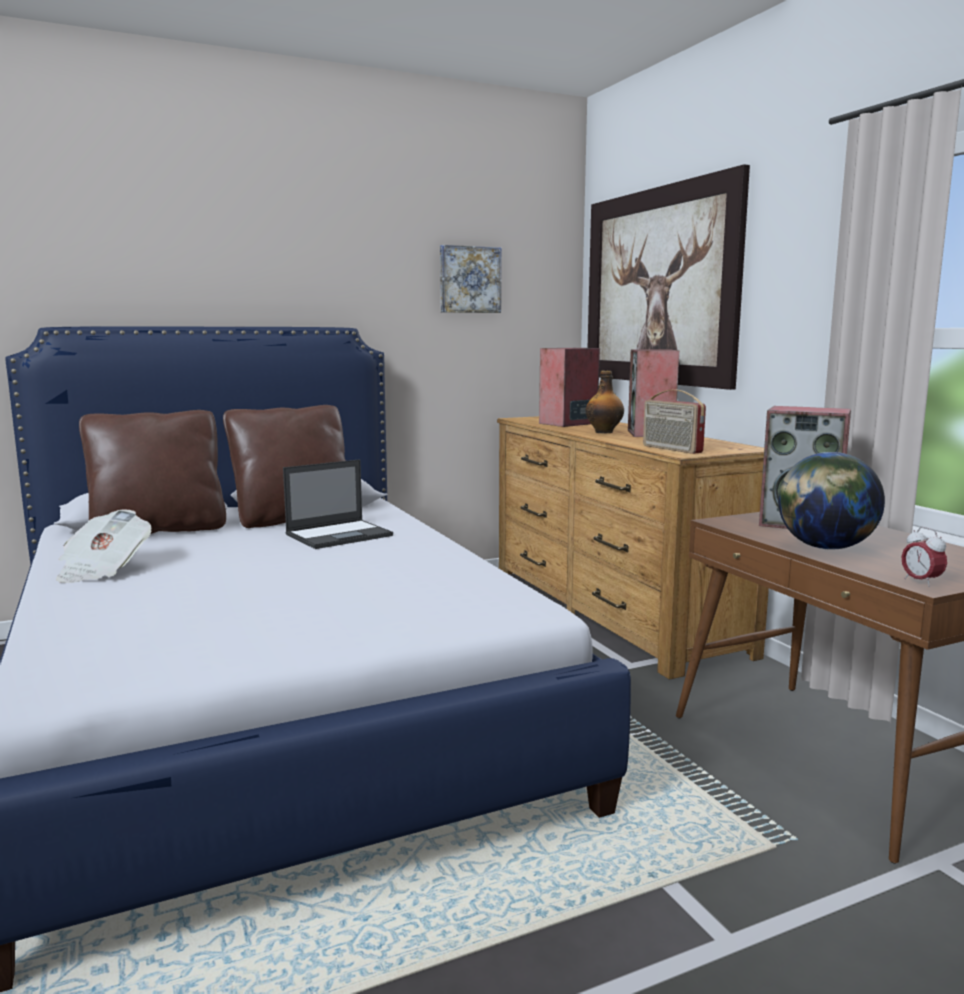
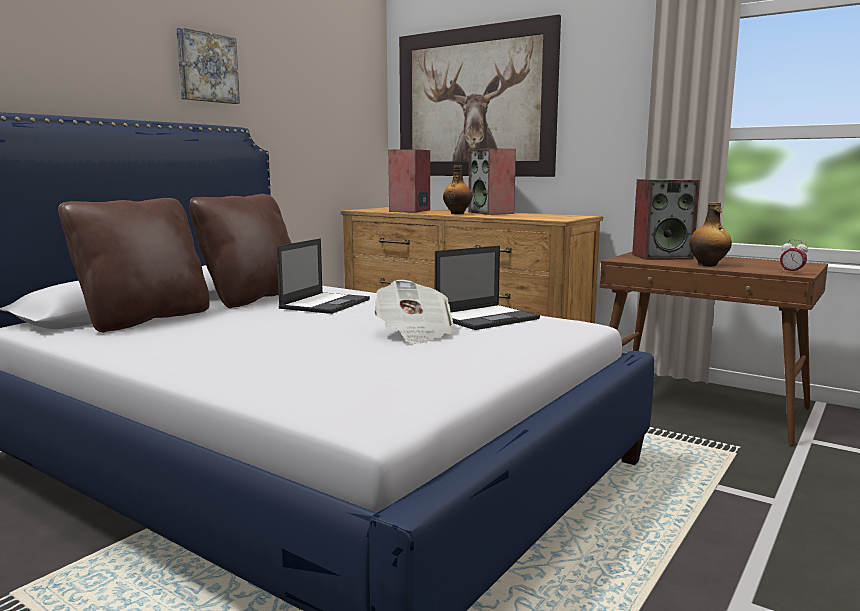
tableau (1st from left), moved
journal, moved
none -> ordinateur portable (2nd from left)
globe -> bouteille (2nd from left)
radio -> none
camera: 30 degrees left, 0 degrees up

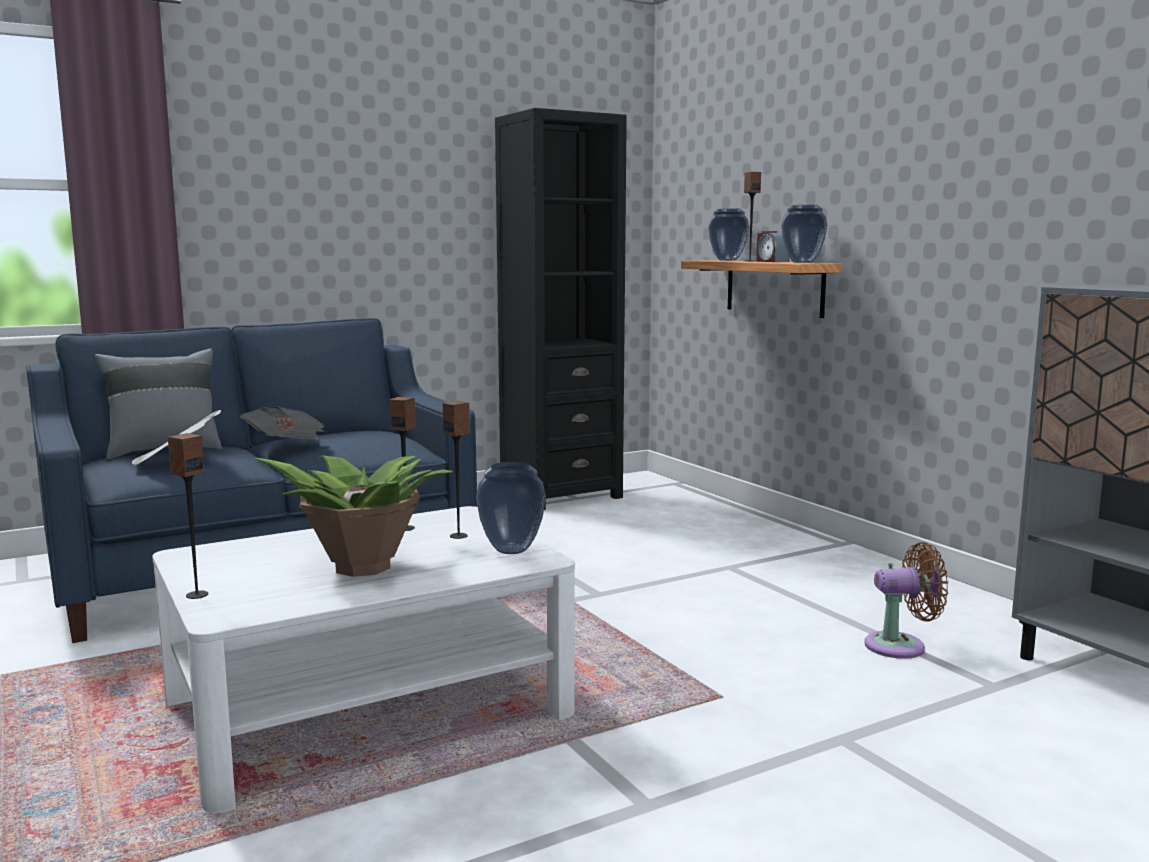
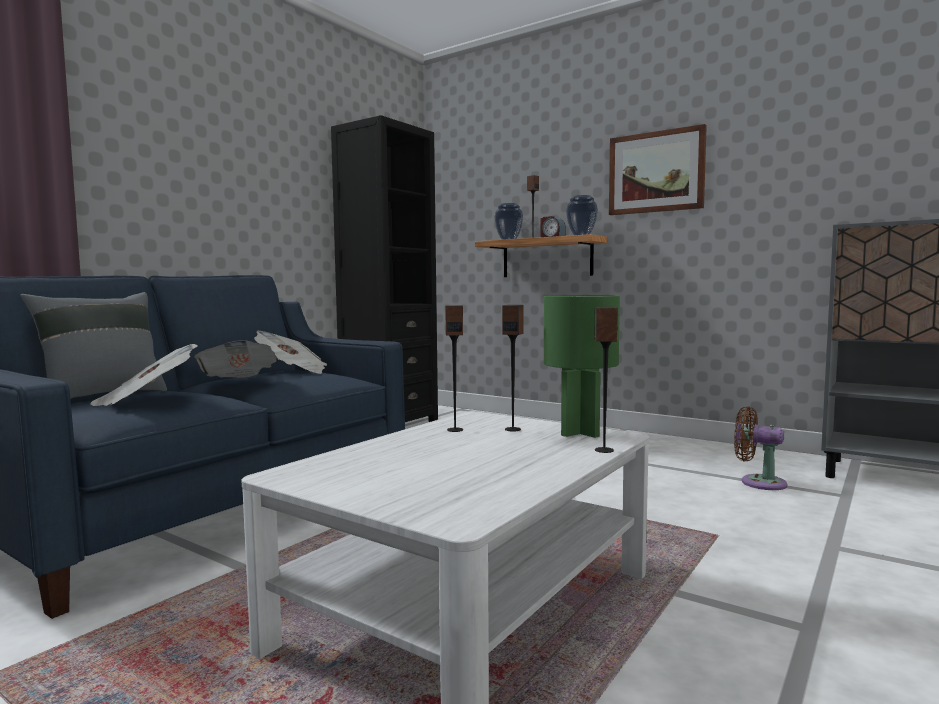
none -> journal (3rd from left)
vase (1st from left) -> lampe de table (vert)
enceinte (1st from left in the first image) -> enceinte (4th from left), moved
none -> tableau
ventilateur (marron), 120 degrees counterclockwise
plante en pot -> none
camera: 25 degrees left, 5 degrees down

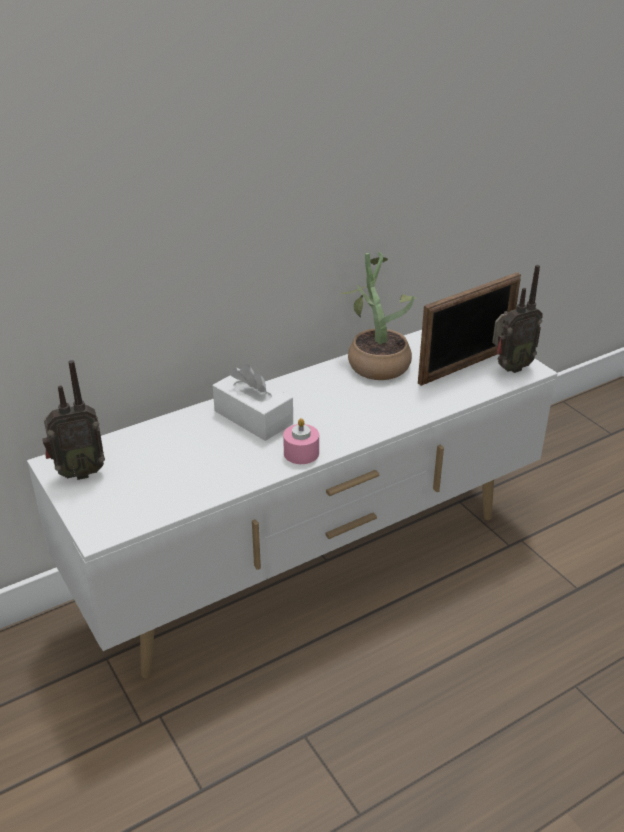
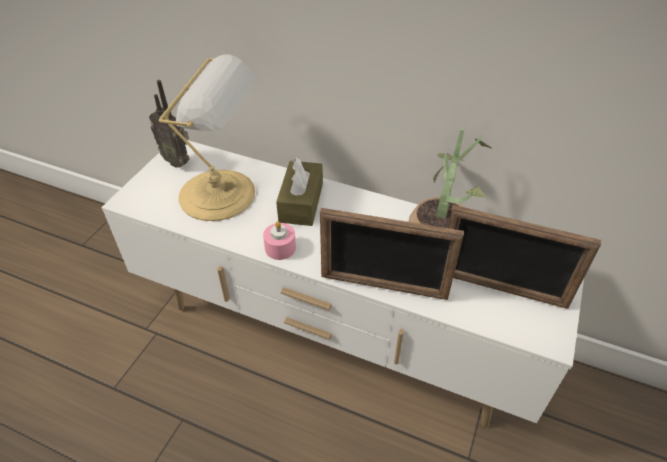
none -> lampe de table
boîte à mouchoirs (blanc) -> boîte à mouchoirs (marron)
none -> cadre photo (1st from left)
radio (2nd from left) -> none
camera: 55 degrees right, 10 degrees up

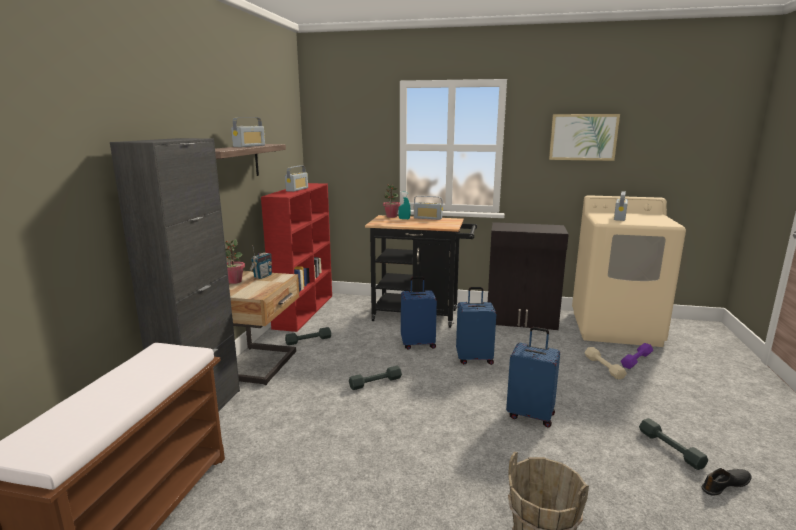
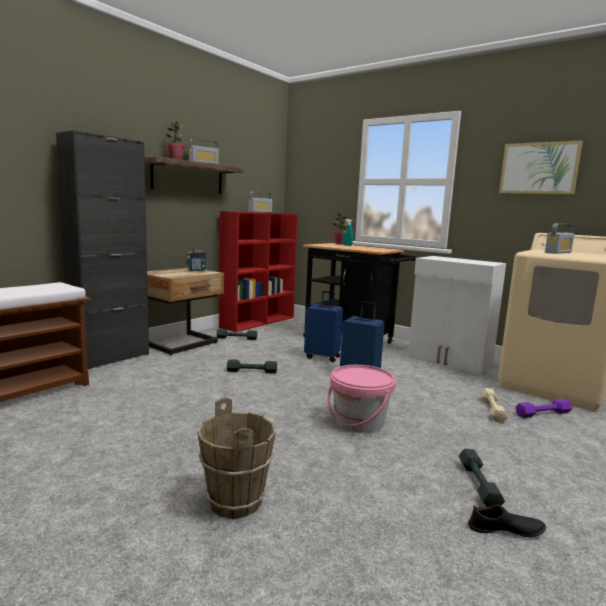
plante en pot (1st from left), moved
valise (bleu) (3rd from left) -> seau (rose)
meuble de rangement (noir) (2nd from left) -> meuble de rangement (blanc)
radio (4th from left) -> none
camera: 25 degrees right, 5 degrees down

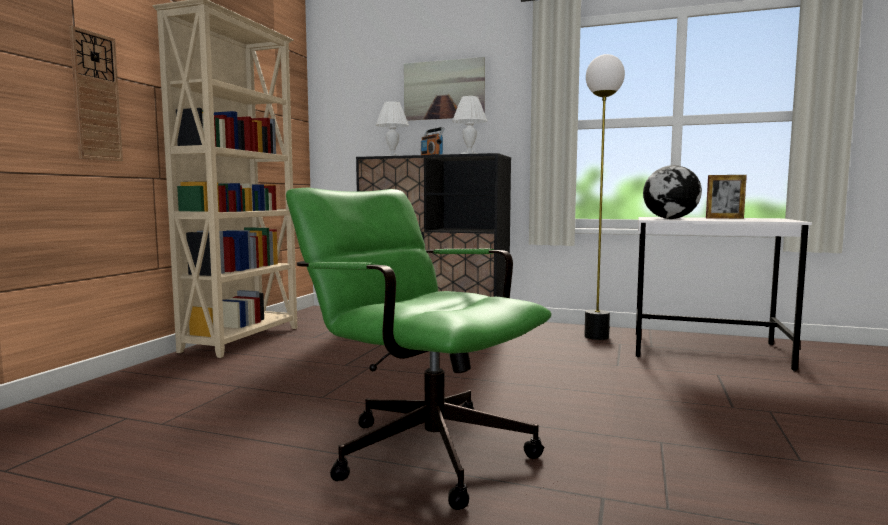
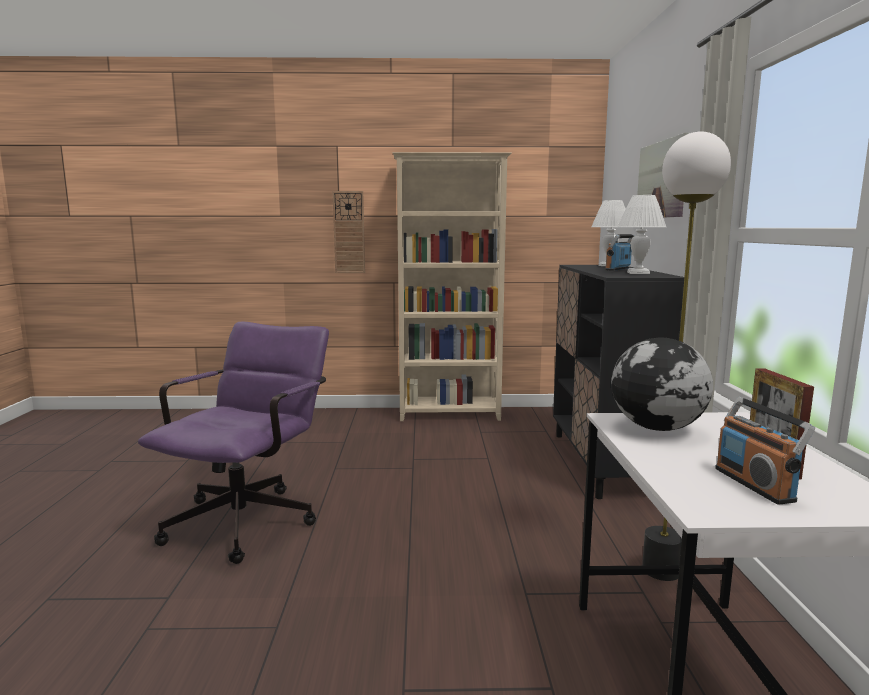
chaise de bureau (vert) -> chaise de bureau (violet)
none -> radio (2nd from left)
camera: 70 degrees right, 5 degrees up

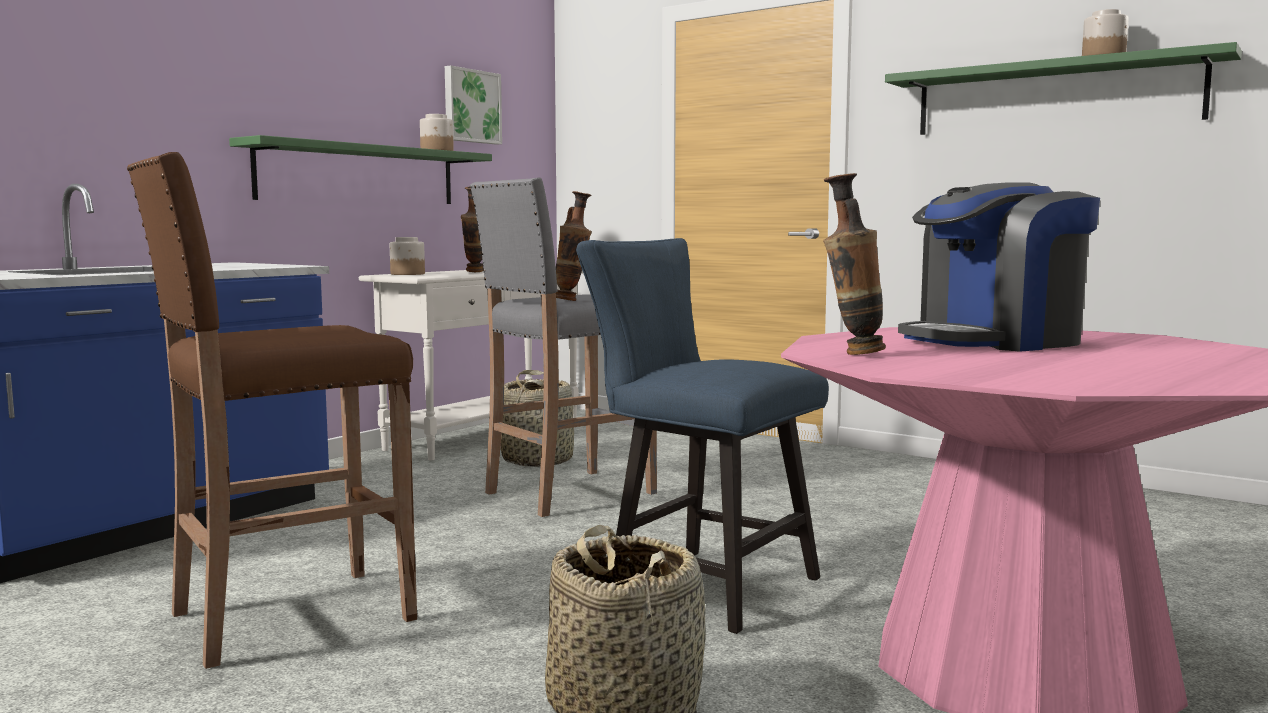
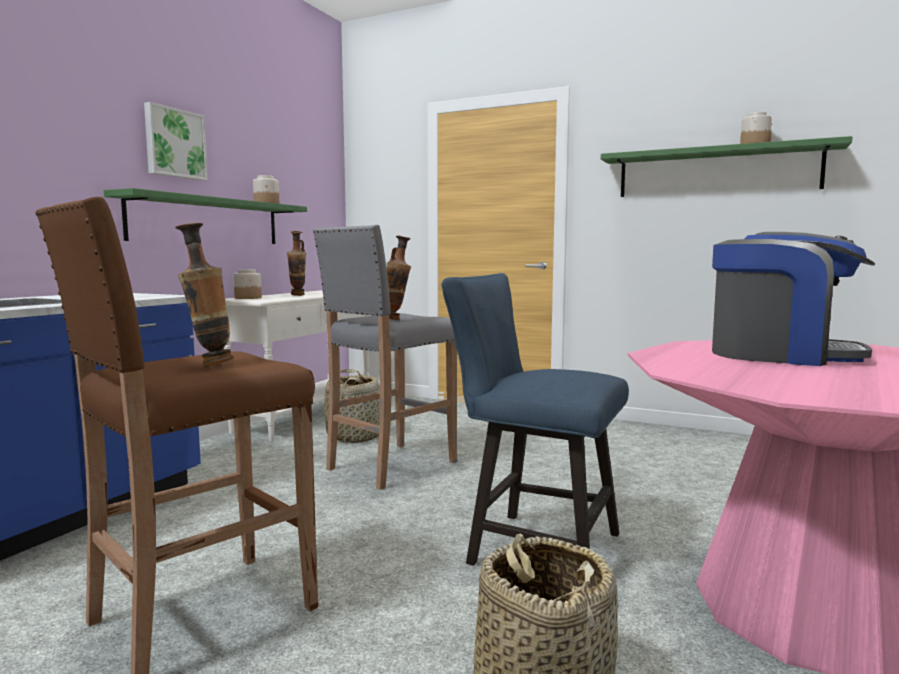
tableau, moved
vase (3rd from left in the first image) -> vase (1st from left), moved
machine à café, 120 degrees counterclockwise
camera: 10 degrees left, 0 degrees up

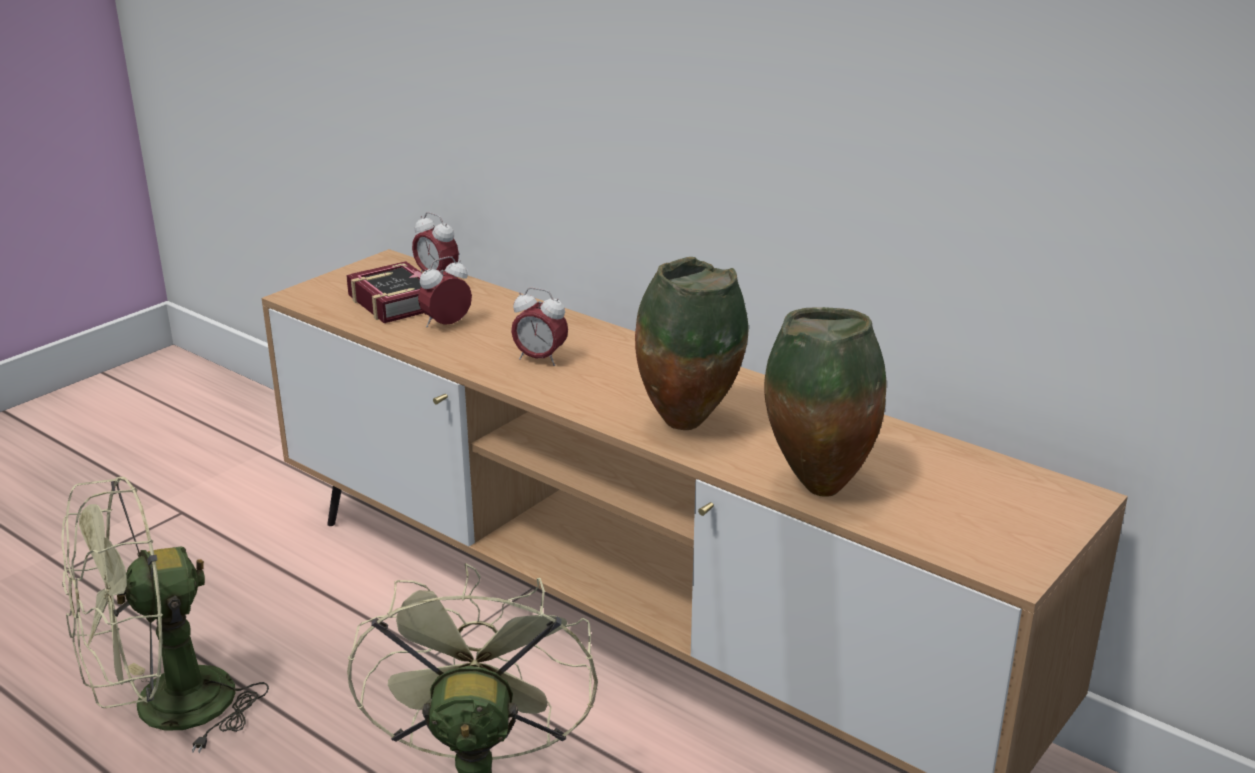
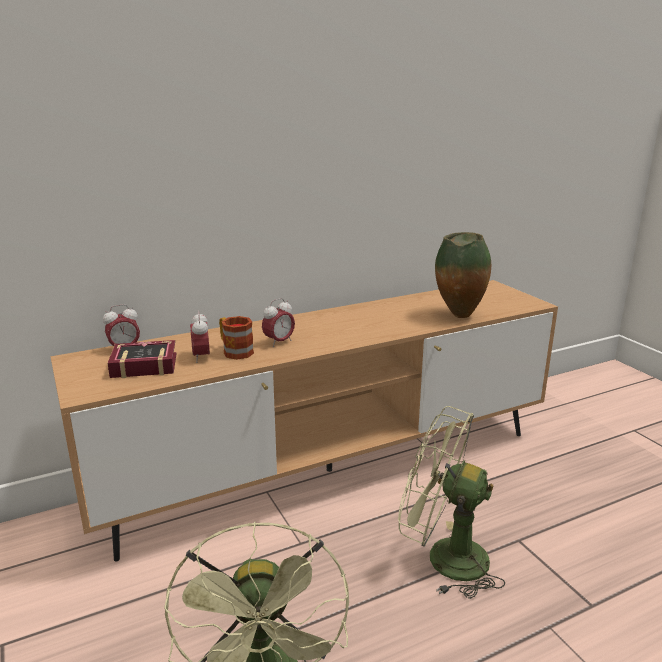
none -> mug
vase (1st from left) -> none
camera: 65 degrees left, 5 degrees down

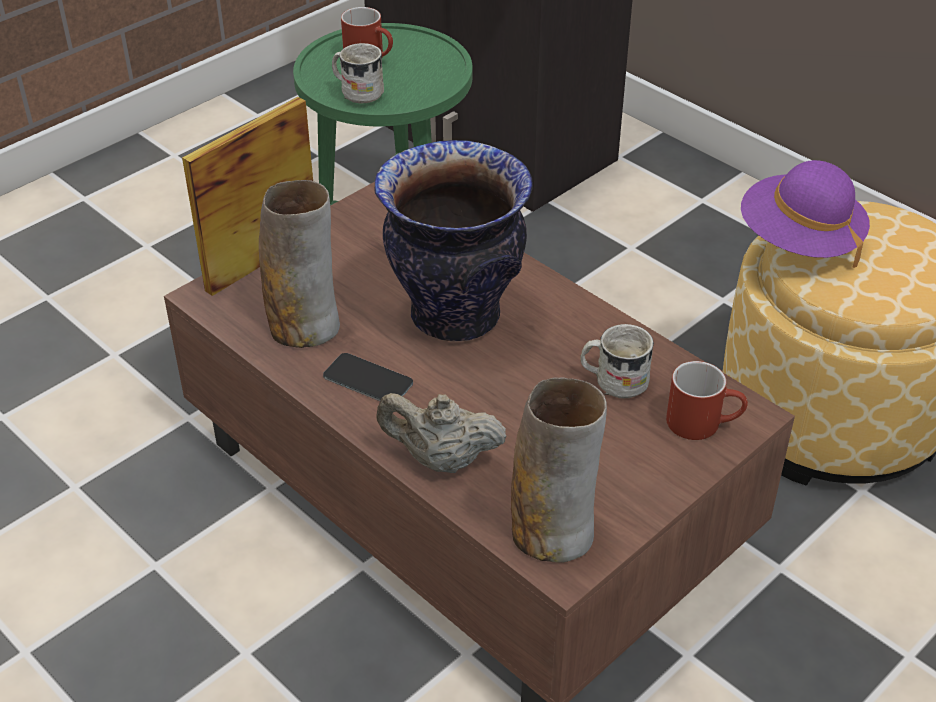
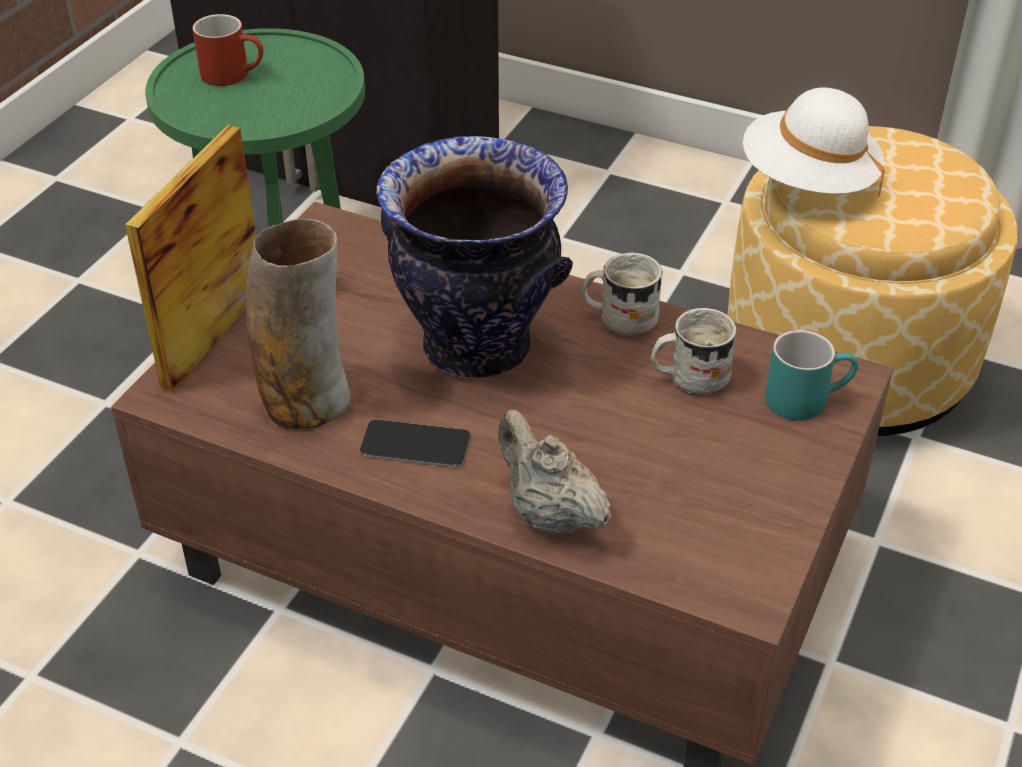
théière (beige), 60 degrees clockwise
mug (blanc) (1st from left), moved
chapeau (violet) -> chapeau (blanc)
mug (rouge) (2nd from left) -> mug (turquoise)
vase (3rd from left) -> none
camera: 20 degrees left, 0 degrees up

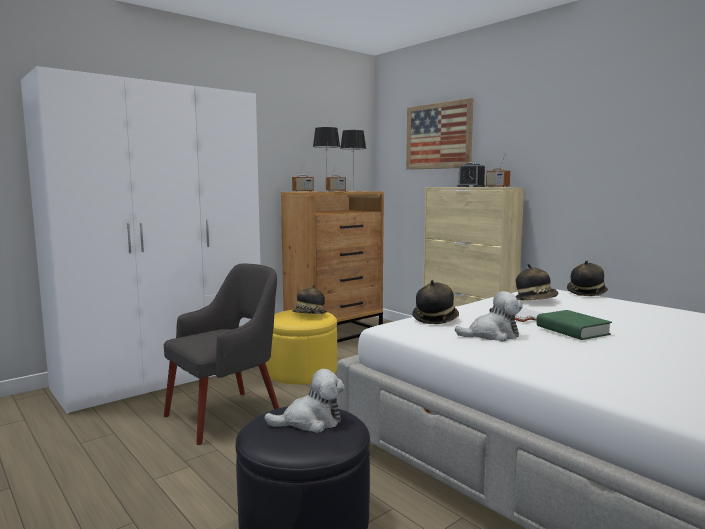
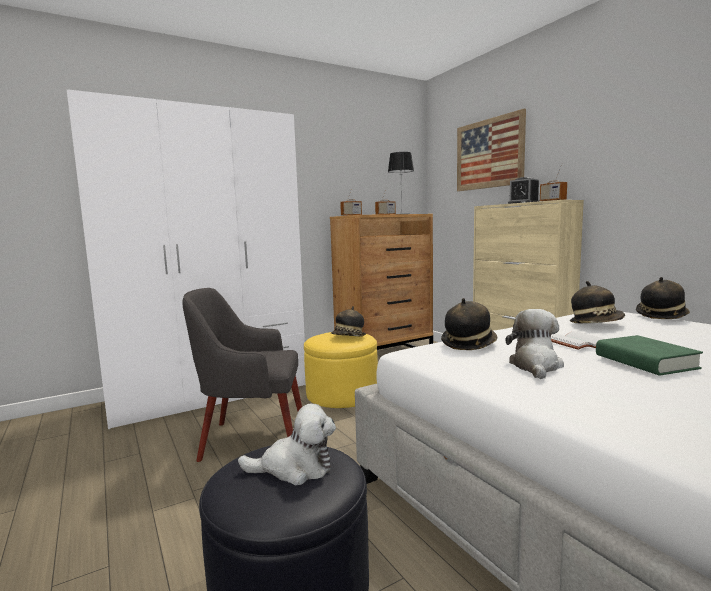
fauteuil (gris), 150 degrees counterclockwise
peluche (2nd from left), 75 degrees counterclockwise
lampe de table (1st from left) -> none
camera: 10 degrees right, 0 degrees up

